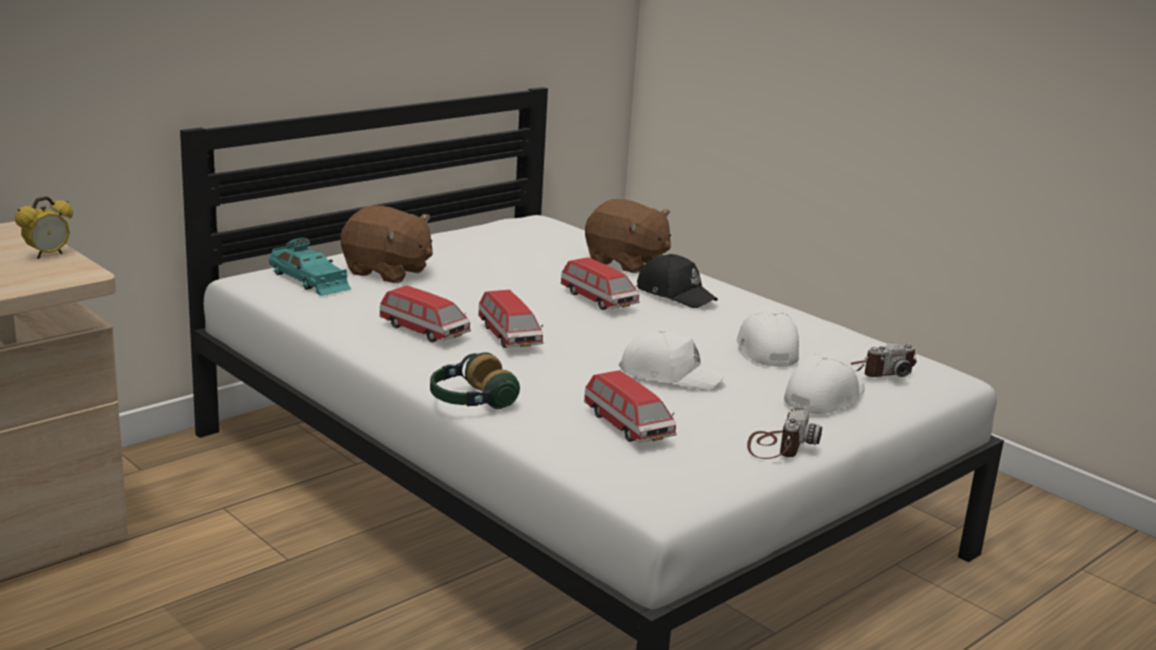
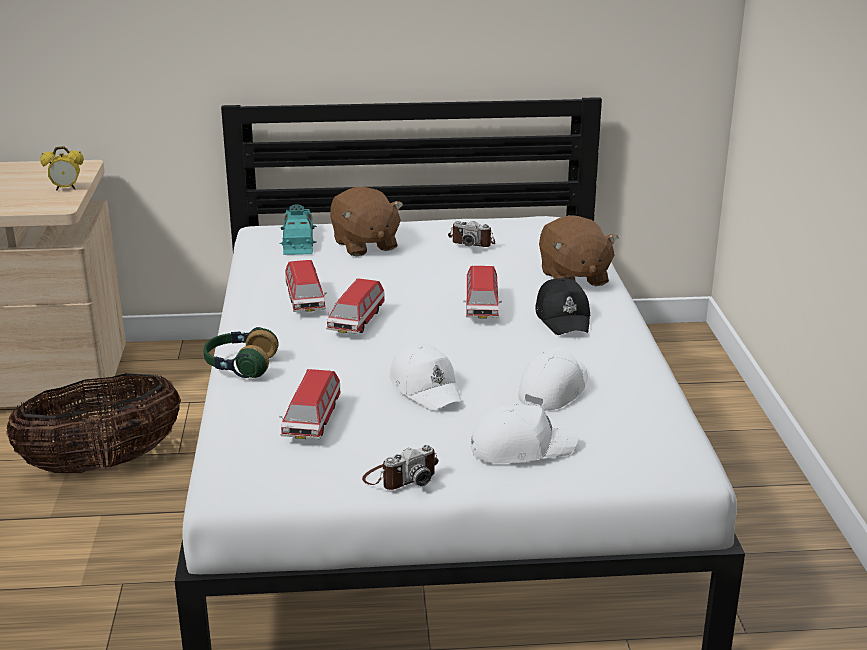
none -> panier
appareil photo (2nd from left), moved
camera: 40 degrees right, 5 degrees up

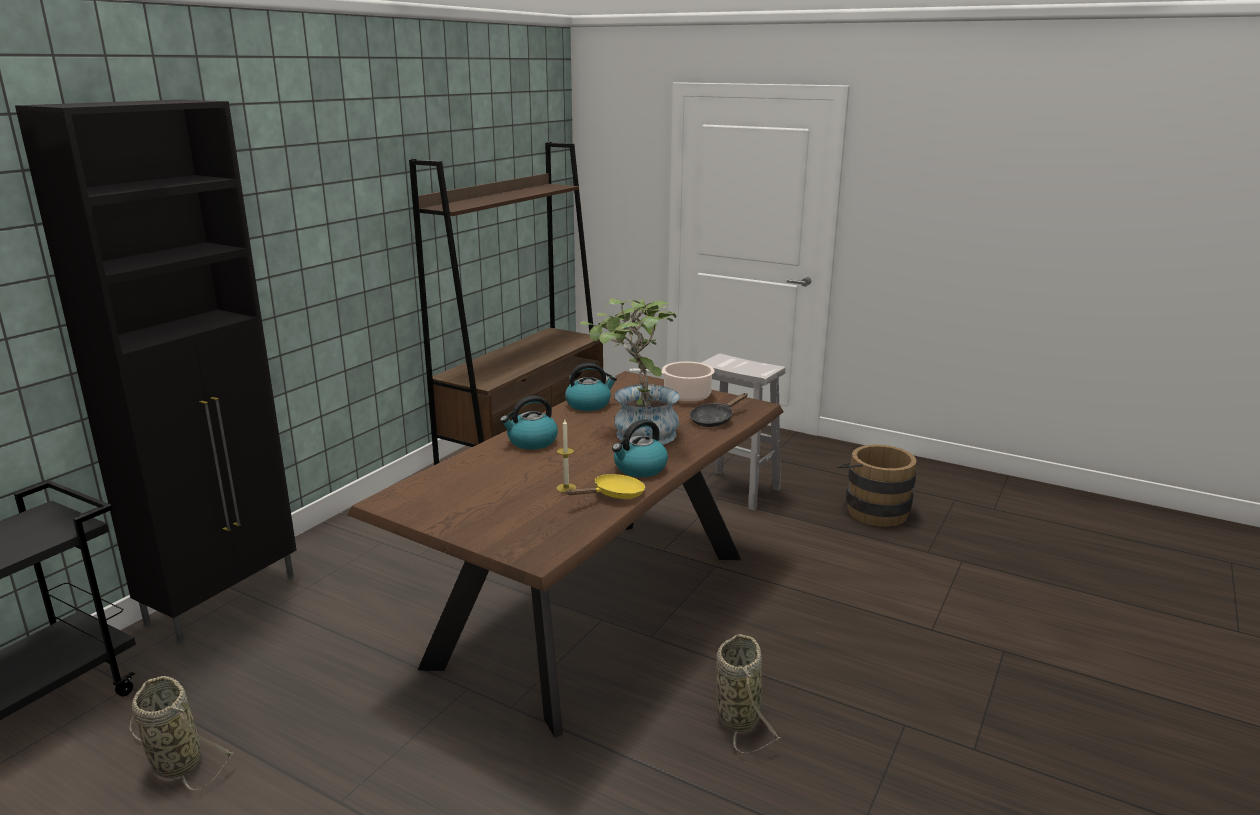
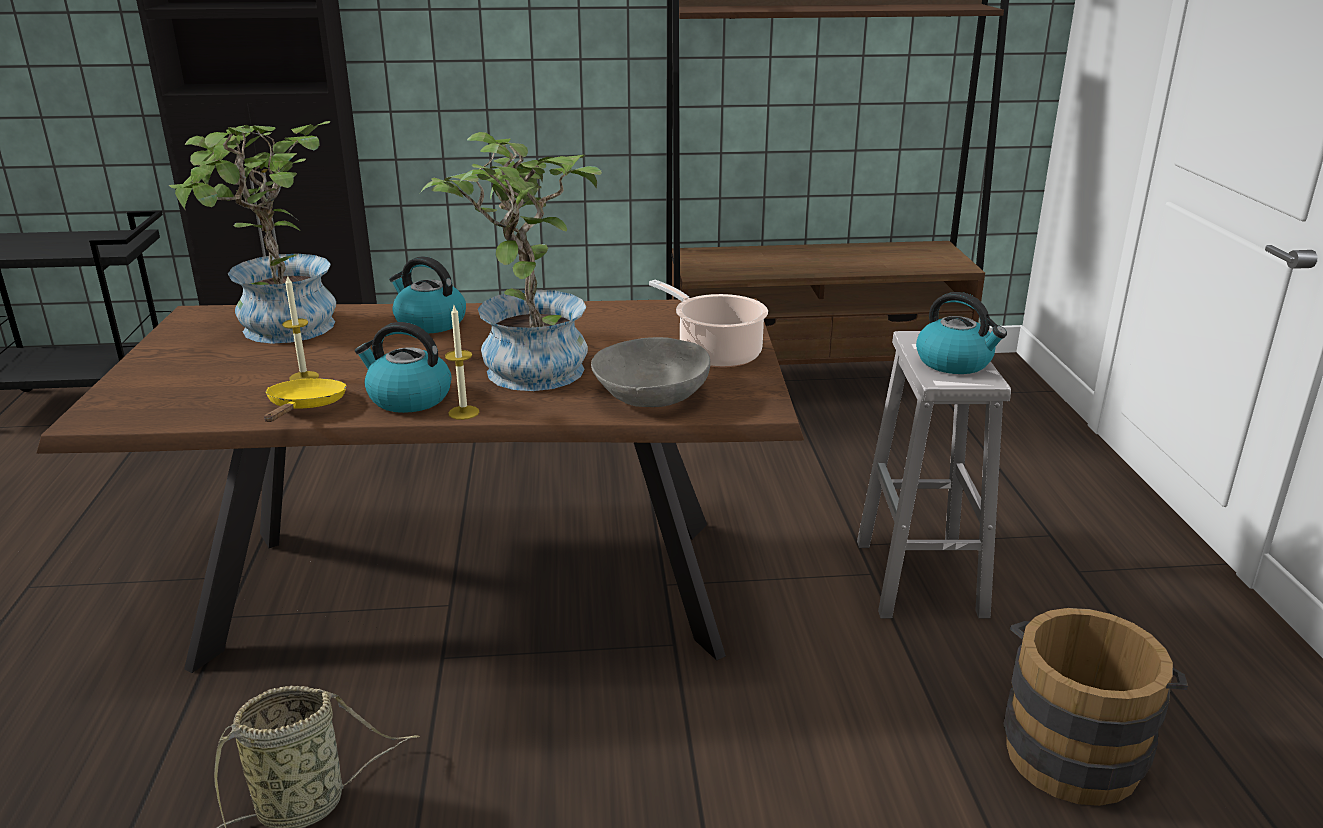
none -> plante en pot (1st from left)
poêle (jaune), 105 degrees counterclockwise
none -> bougie (2nd from left)
poêle (noir) -> bol (gris)
bouilloire (2nd from left in the first image) -> bouilloire (3rd from left), moved
panier (1st from left) -> none
camera: 55 degrees right, 5 degrees up

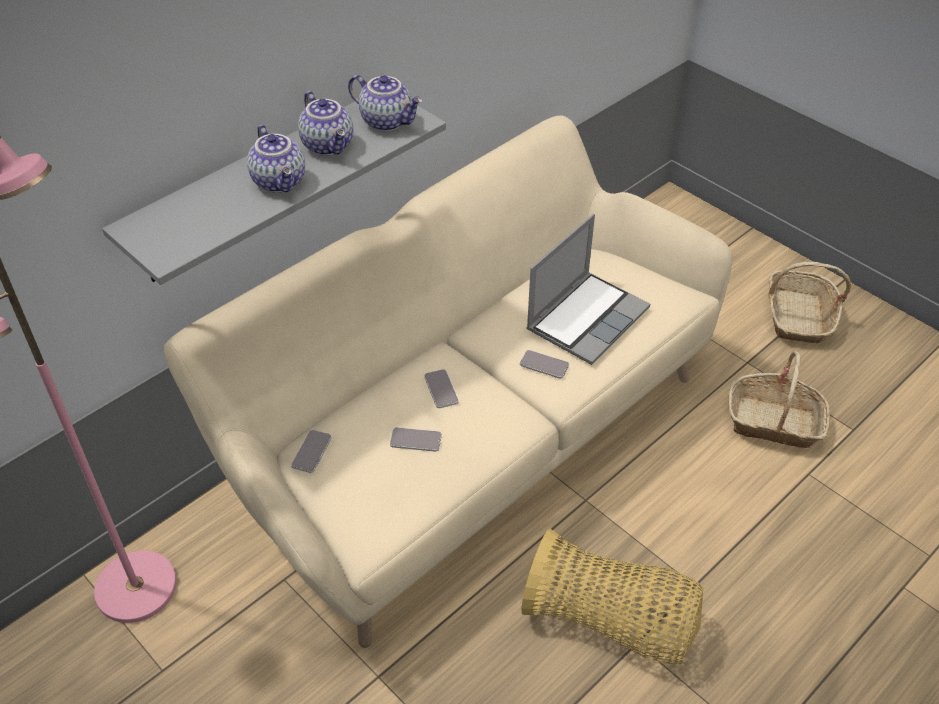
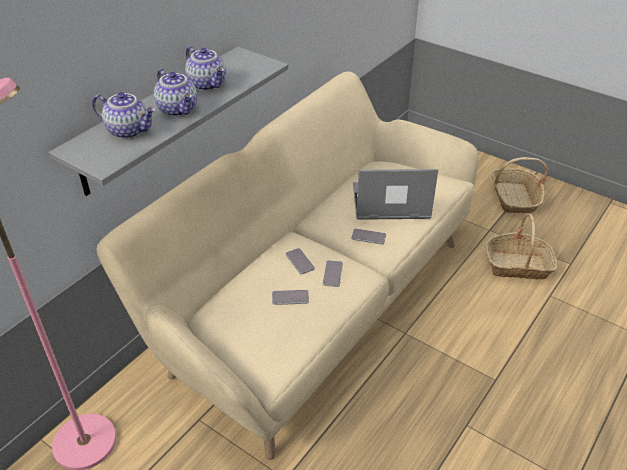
théière (3rd from left in the first image) -> théière (1st from left), moved
téléphone (1st from left in the first image) -> téléphone (3rd from left), moved
ordinateur portable, 120 degrees counterclockwise
panier (1st from left) -> none
camera: 10 degrees left, 5 degrees down

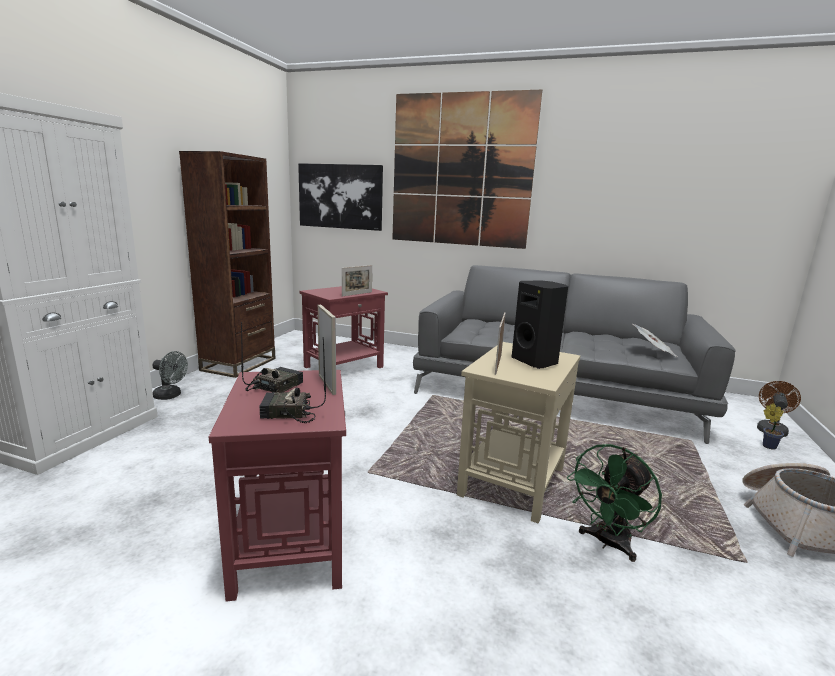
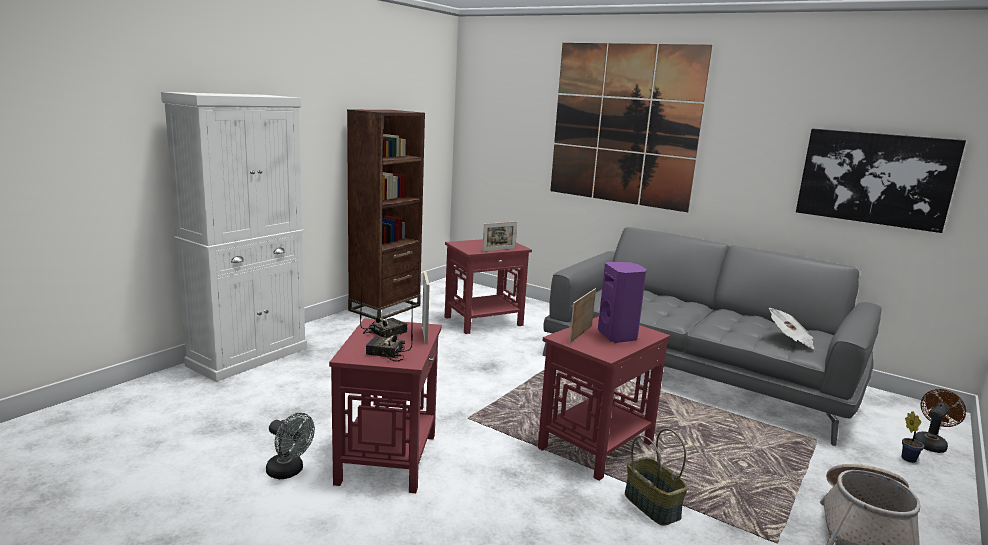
ventilateur (gris), moved
table d'appoint (beige) -> table d'appoint (rouge) (3rd from left)
enceinte (noir) -> enceinte (violet)
ventilateur (vert) -> panier (1st from left)
tableau (1st from left in the first image) -> tableau (2nd from left), moved
camera: 15 degrees right, 0 degrees up

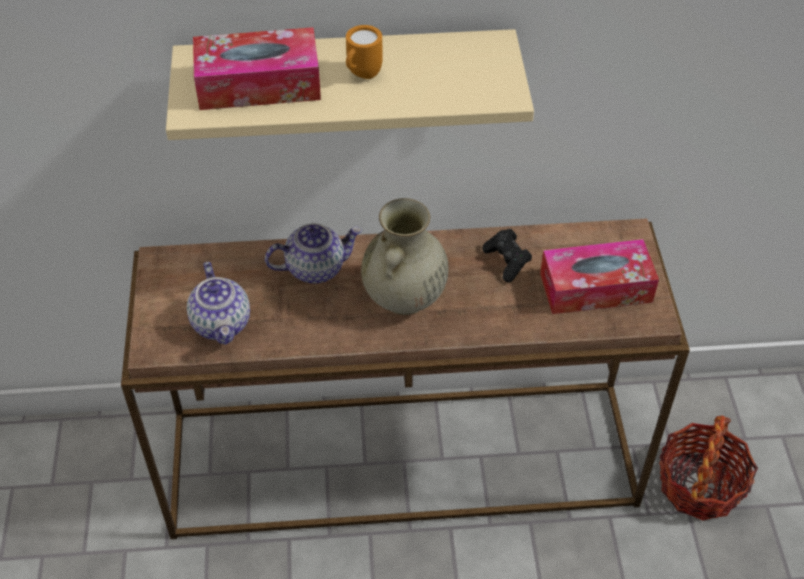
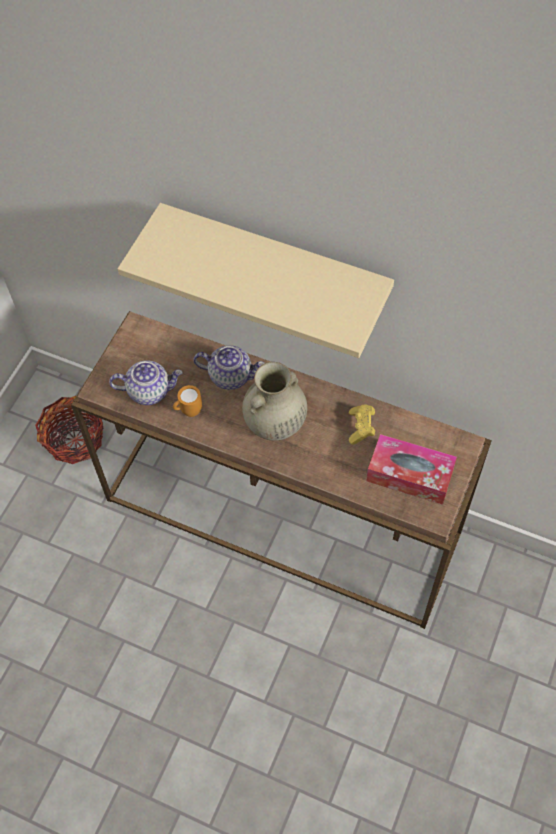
panier, moved
théière (1st from left), 105 degrees counterclockwise
mug (orange), moved
manette (noir) -> manette (jaune)
boîte à mouchoirs (1st from left) -> none
camera: 30 degrees right, 10 degrees up

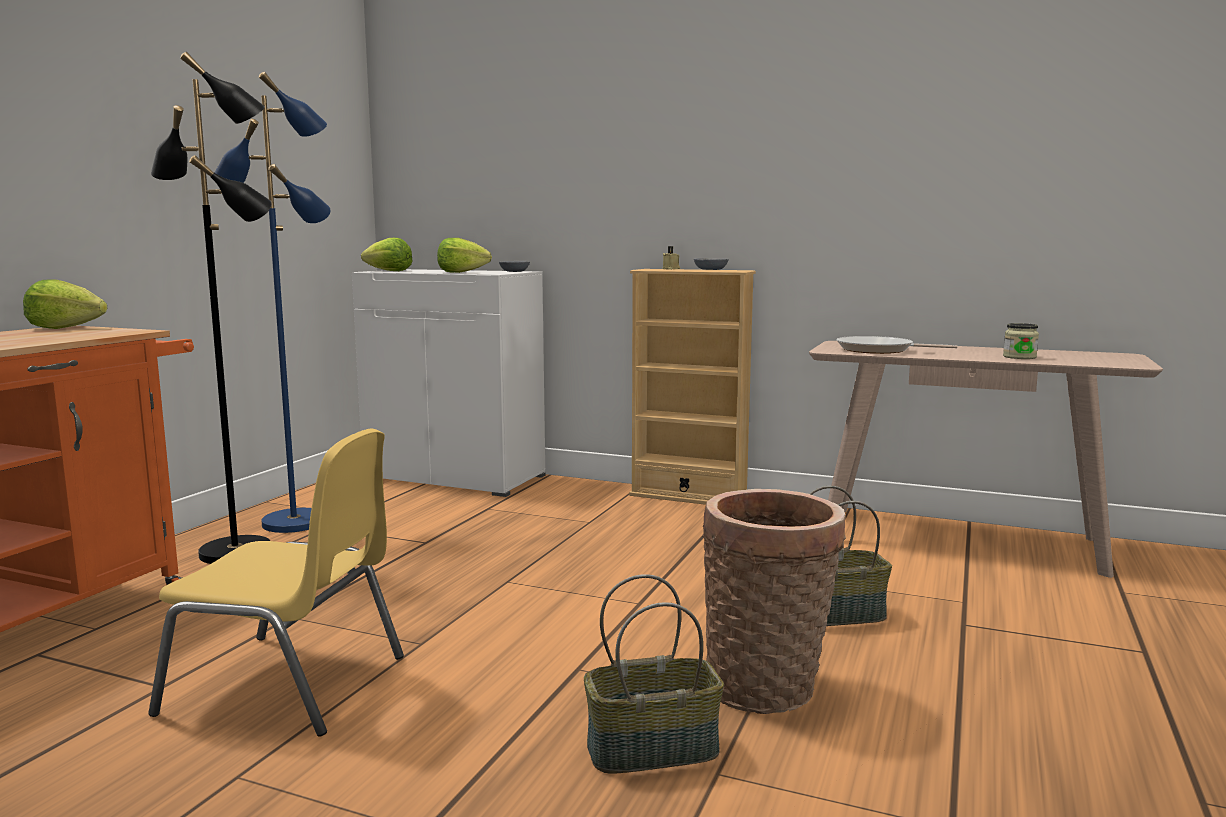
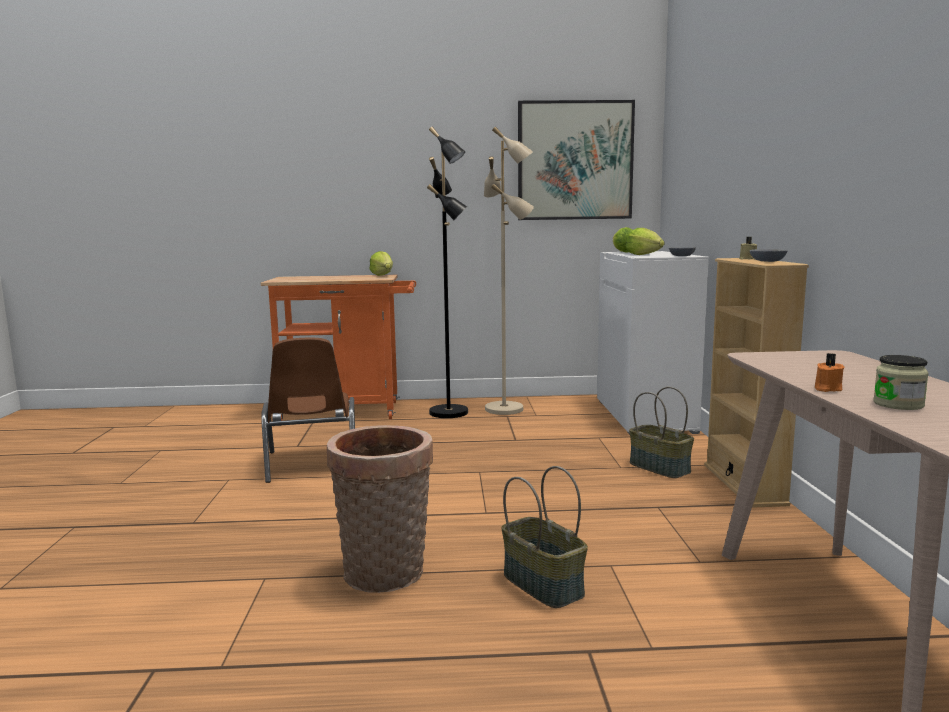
chaise (jaune) -> chaise (marron)
lampadaire (bleu) -> lampadaire (beige)
none -> tableau
panier (1st from left in the first image) -> panier (3rd from left), moved
none -> bougie (orange)
poêle -> none
camera: 65 degrees right, 0 degrees up

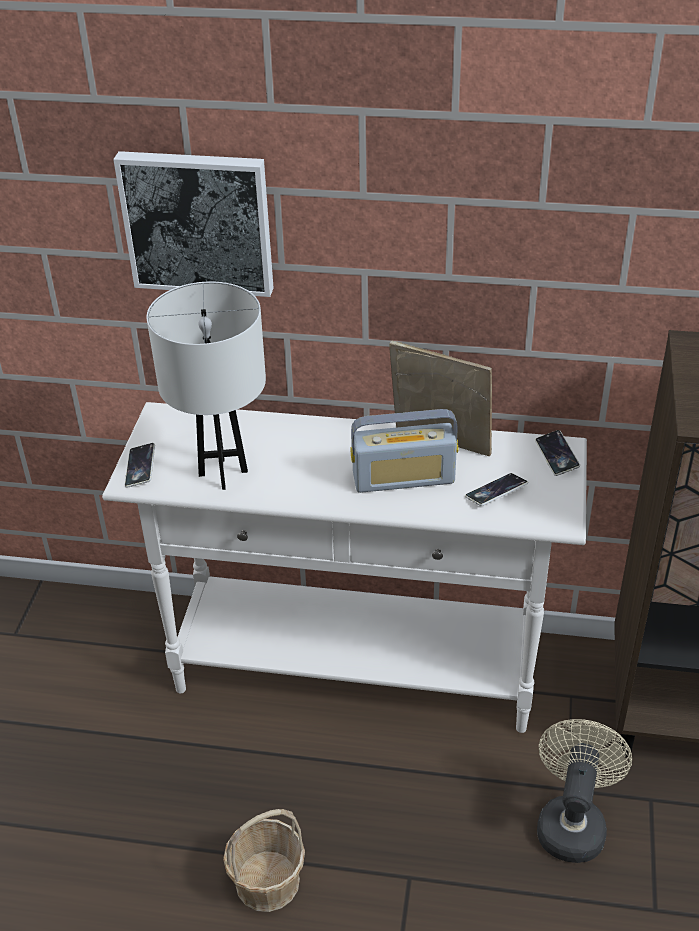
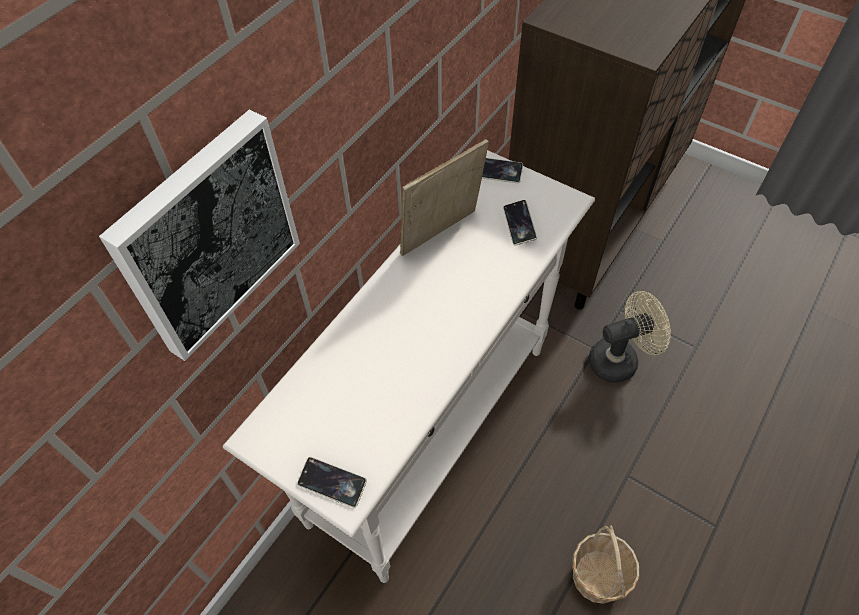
ventilateur (beige), 120 degrees clockwise
lampe de table (blanc) -> none
radio -> none
camera: 65 degrees left, 15 degrees up

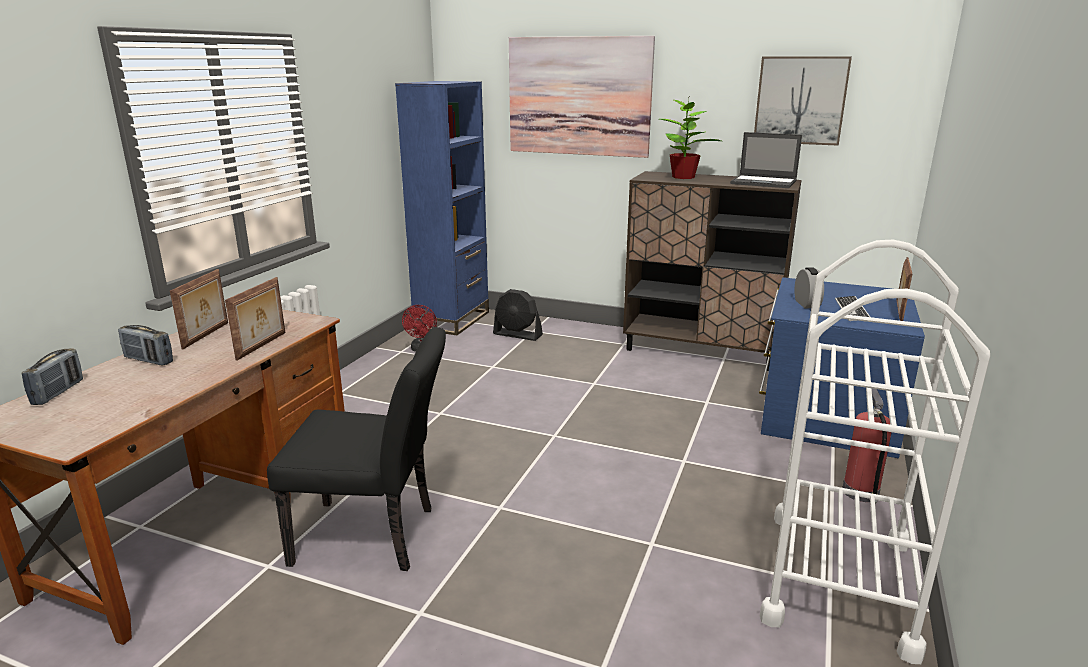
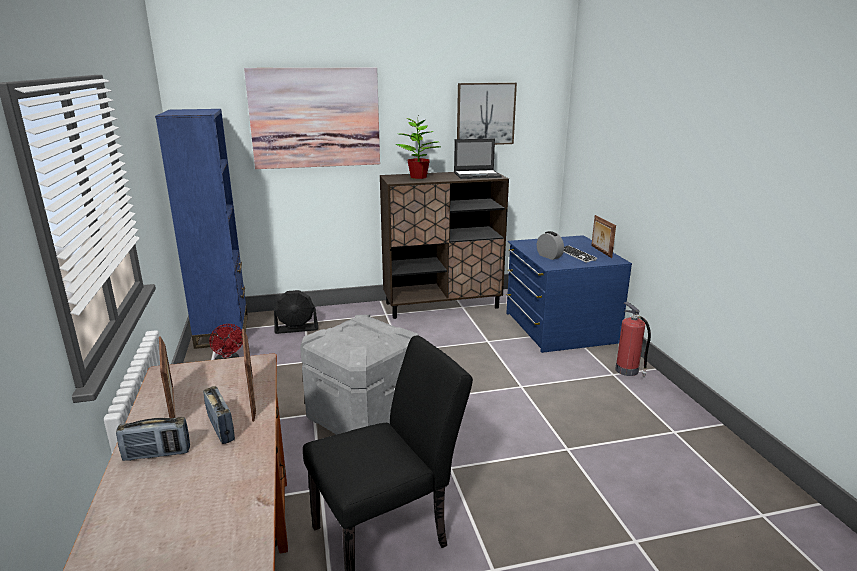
radio (1st from left in the first image) -> radio (2nd from left), moved
none -> boîte de rangement (gris)
chariot (blanc) -> none
camera: 35 degrees left, 0 degrees up

